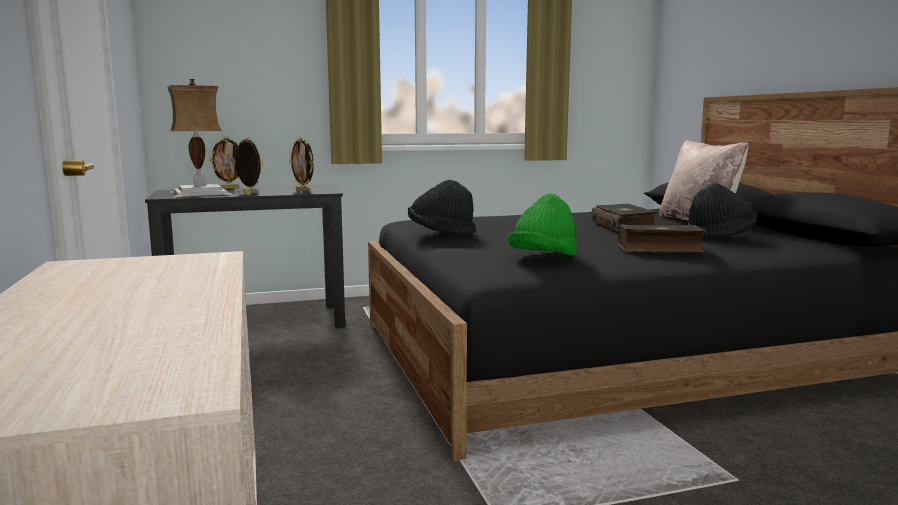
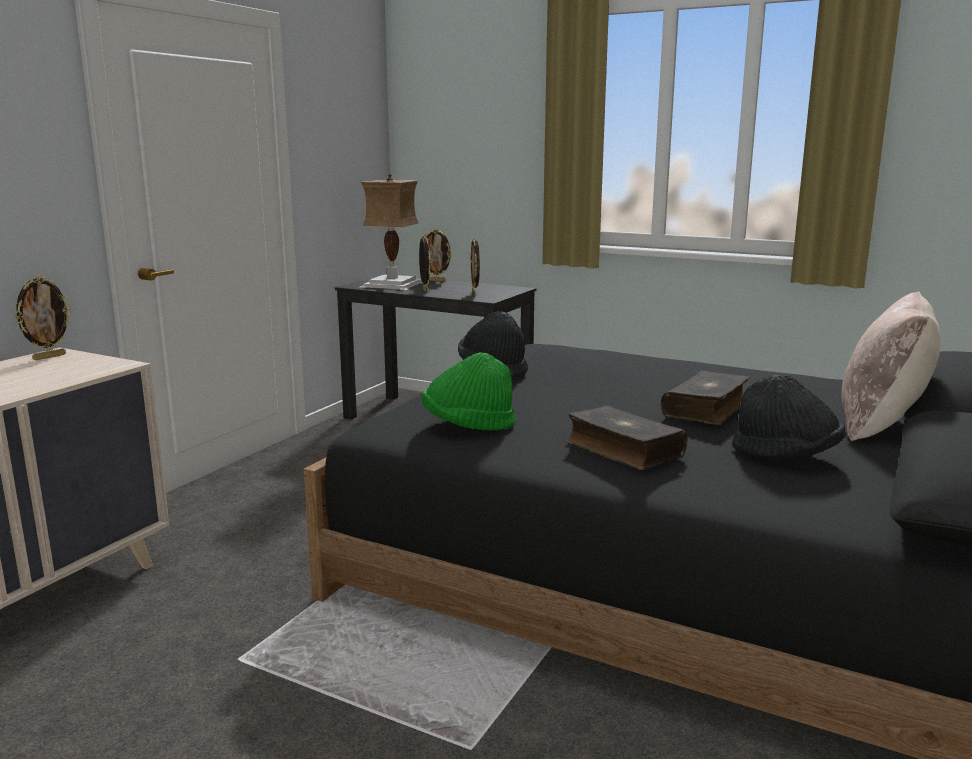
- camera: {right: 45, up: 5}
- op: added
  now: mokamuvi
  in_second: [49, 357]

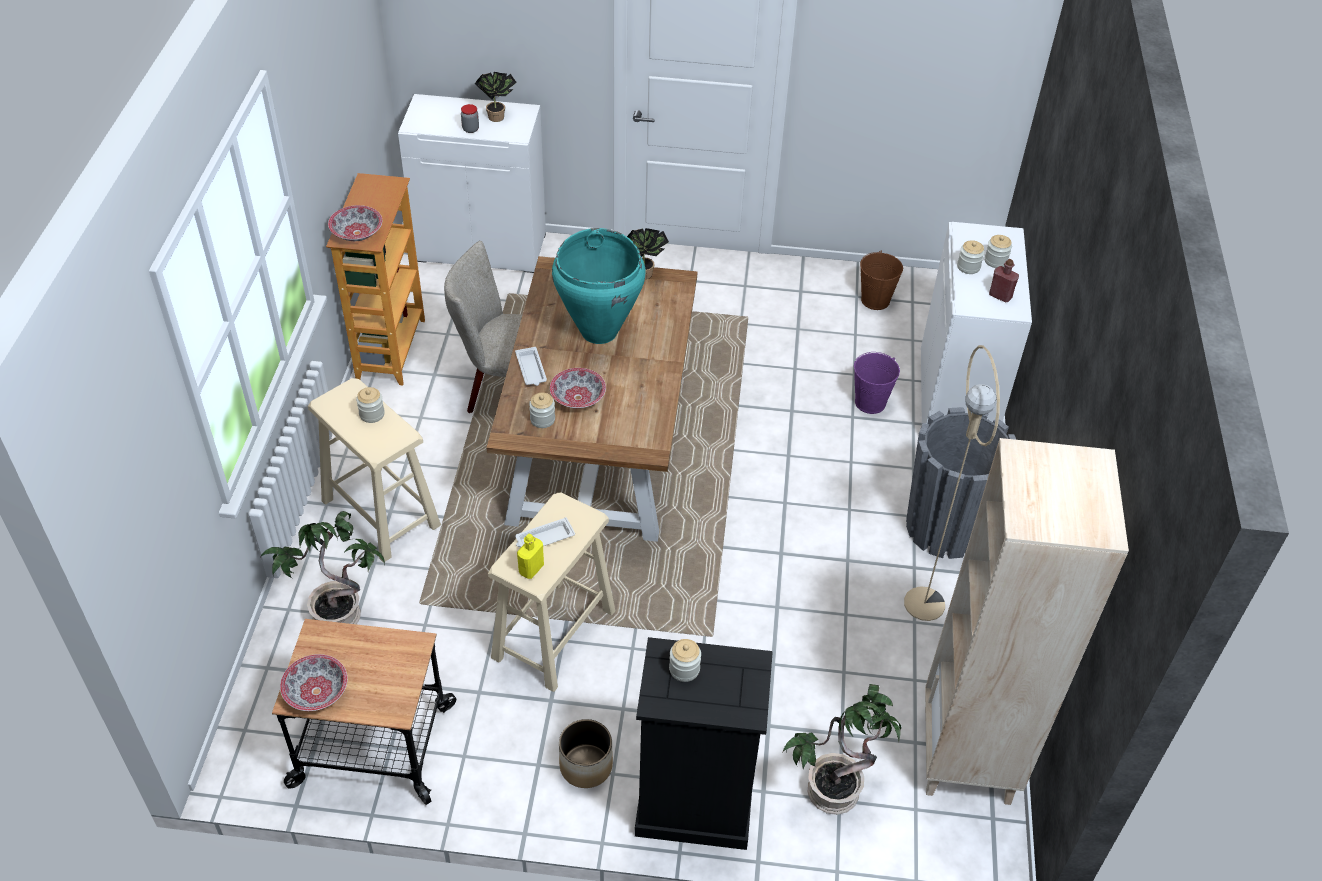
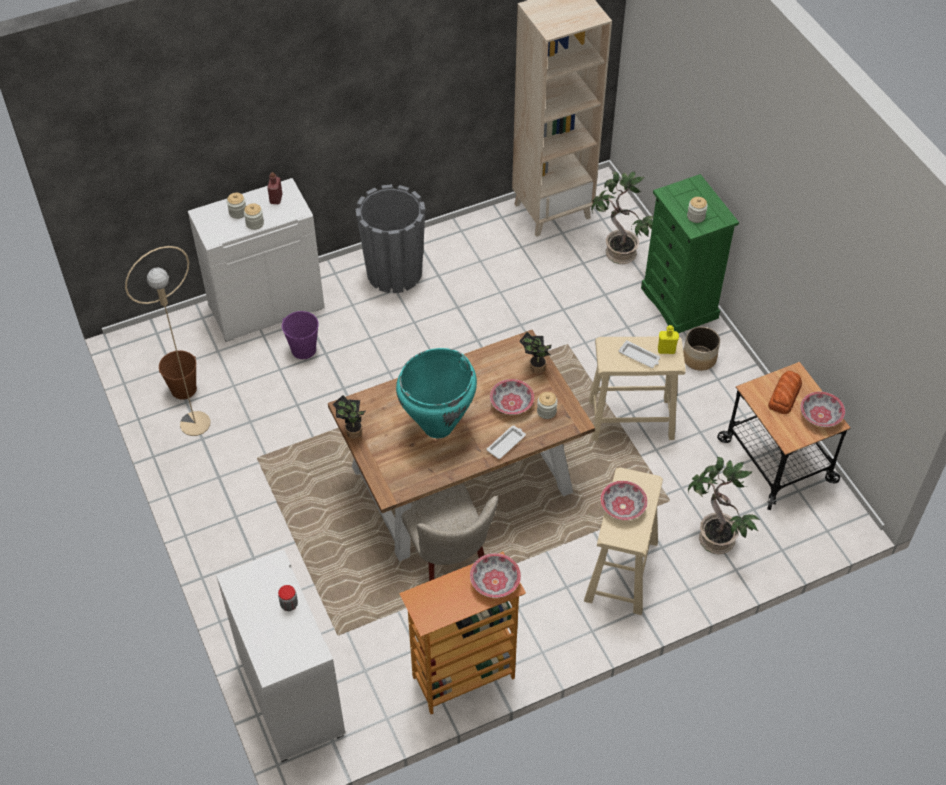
- camera: {right: -120, up: 5}
- op: replaced
  was: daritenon
  now: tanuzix
  in_first: [372, 414]
  in_second: [622, 507]
- op: moved
  was: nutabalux
  in_first: [498, 116]
  in_second: [535, 367]
- op: recoloured
  was: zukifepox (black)
  now: zukifepox (green)
  in_first: [693, 805]
  in_second: [679, 303]
- op: moved
  was: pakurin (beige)
  in_first: [924, 604]
  in_second: [195, 423]
- op: added
  now: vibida
  in_second: [785, 395]

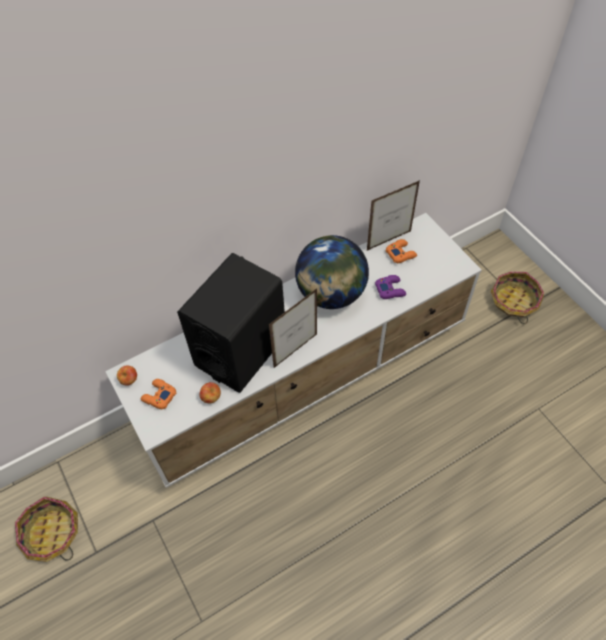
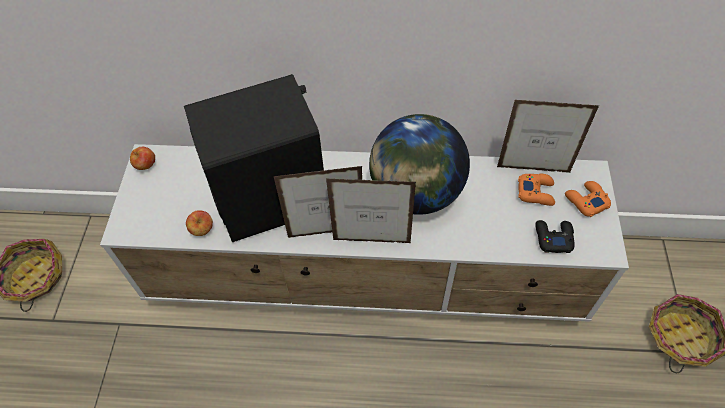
- camera: {right: 35, up: 0}
- op: moved
  was: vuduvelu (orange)
  in_first: [159, 396]
  in_second: [586, 201]
- op: removed
  was: vuduvelu (purple)
  in_first: [390, 289]
- op: added
  now: mokamuvi
  in_second: [372, 241]
- op: added
  now: vuduvelu (black)
  in_second: [553, 238]

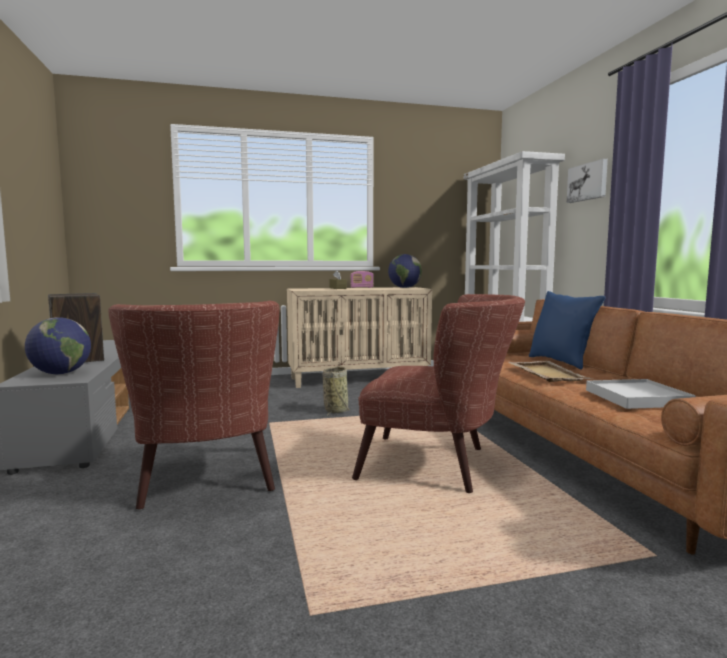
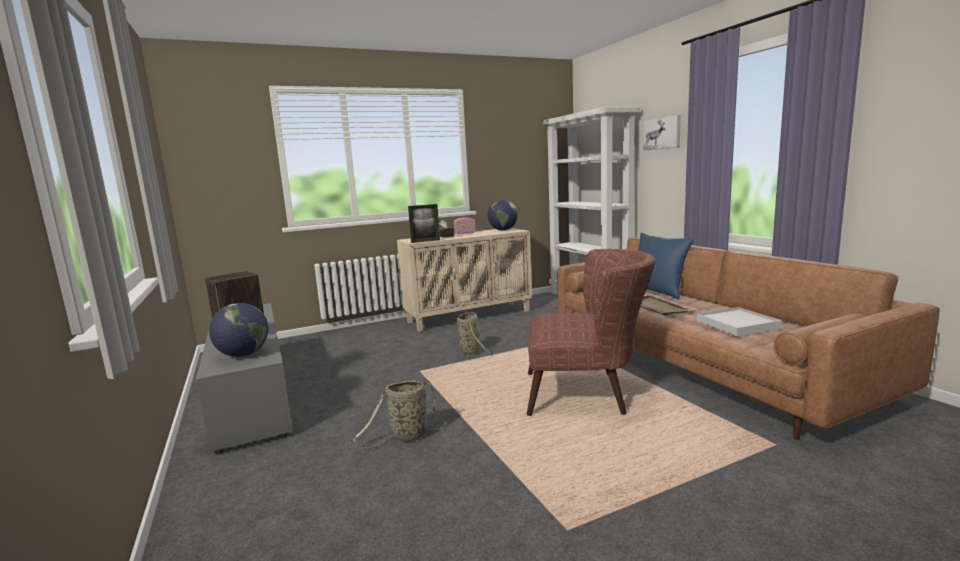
- camera: {right: -10, up: 5}
- op: replaced
  was: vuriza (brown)
  now: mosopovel
  in_first: [206, 483]
  in_second: [407, 436]
- op: added
  now: mokamuvi
  in_second: [425, 241]

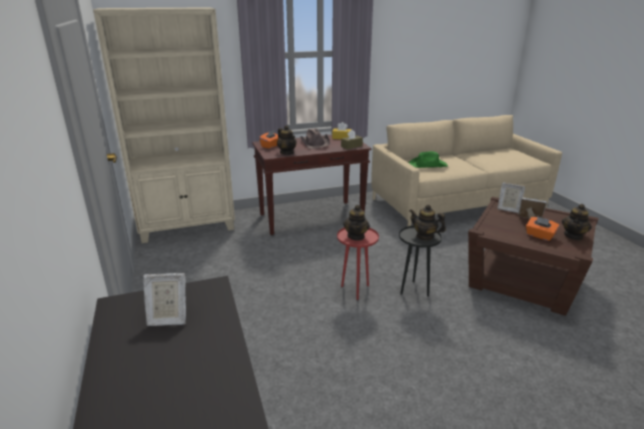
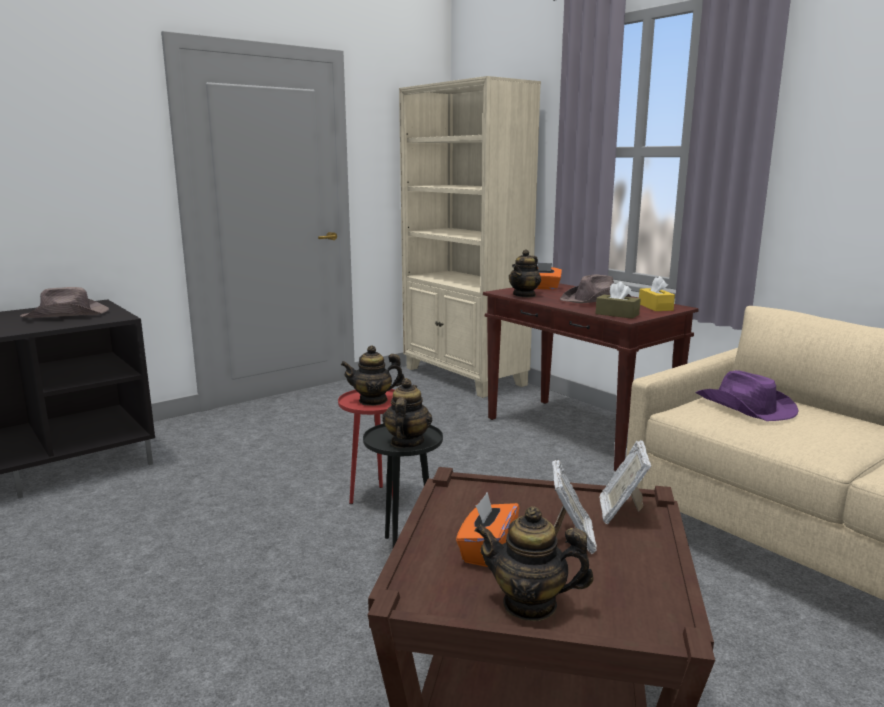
- camera: {right: 70, up: -10}
- op: replaced
  was: mokamuvi
  now: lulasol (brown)
  in_first: [168, 318]
  in_second: [67, 315]
- op: recoloured
  was: lulasol (green)
  now: lulasol (purple)
  in_first: [427, 165]
  in_second: [745, 407]

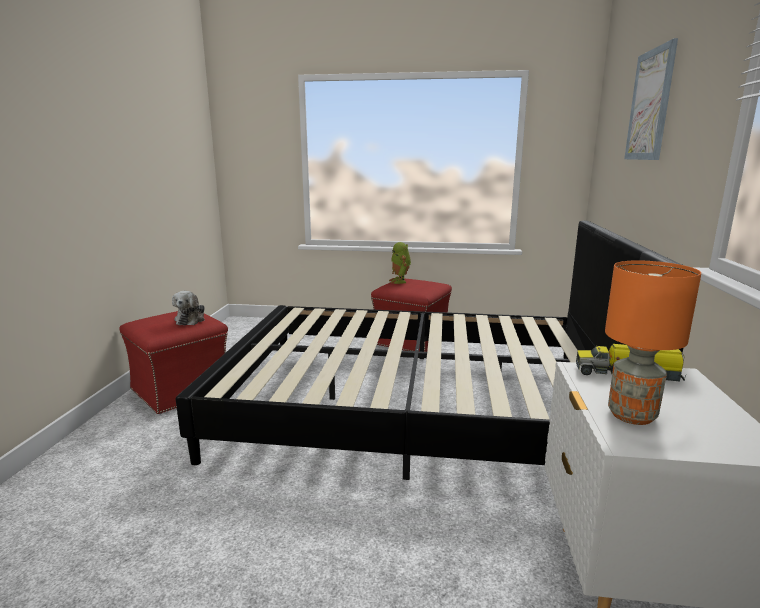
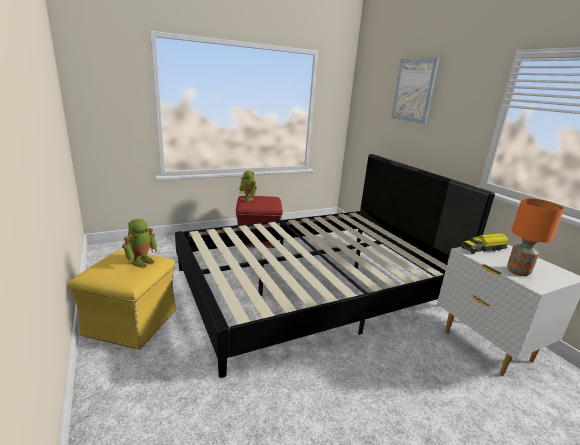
- camera: {right: -35, up: 5}
- op: recoloured
  was: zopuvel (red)
  now: zopuvel (yellow)
  in_first: [182, 389]
  in_second: [132, 321]
- op: replaced
  was: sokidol
  now: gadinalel
  in_first: [191, 319]
  in_second: [141, 261]

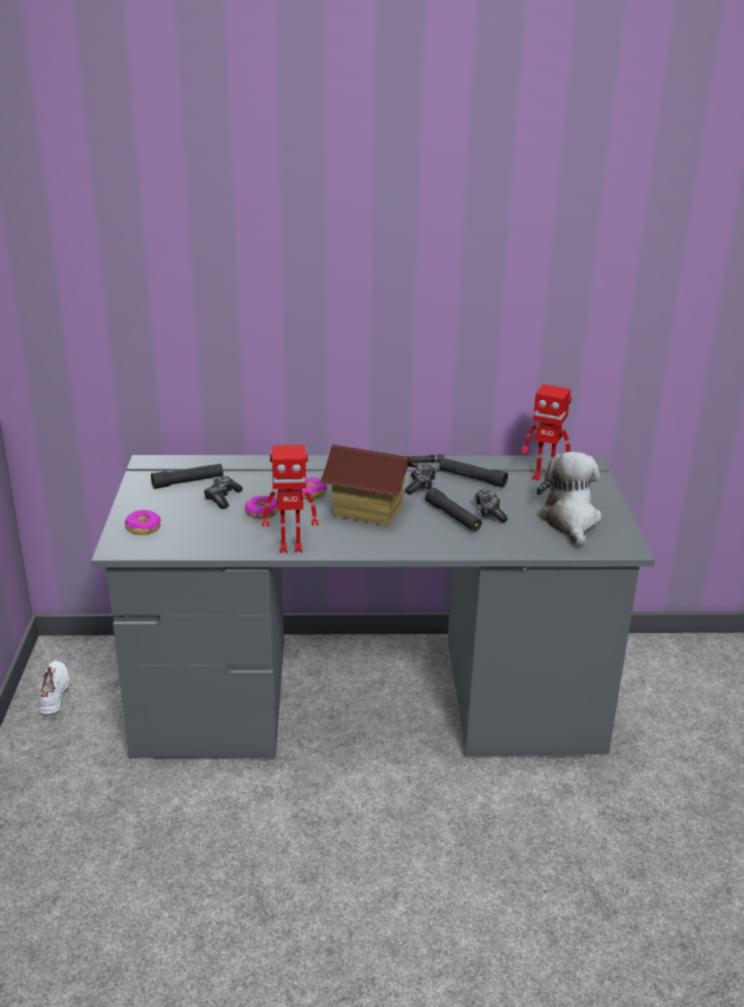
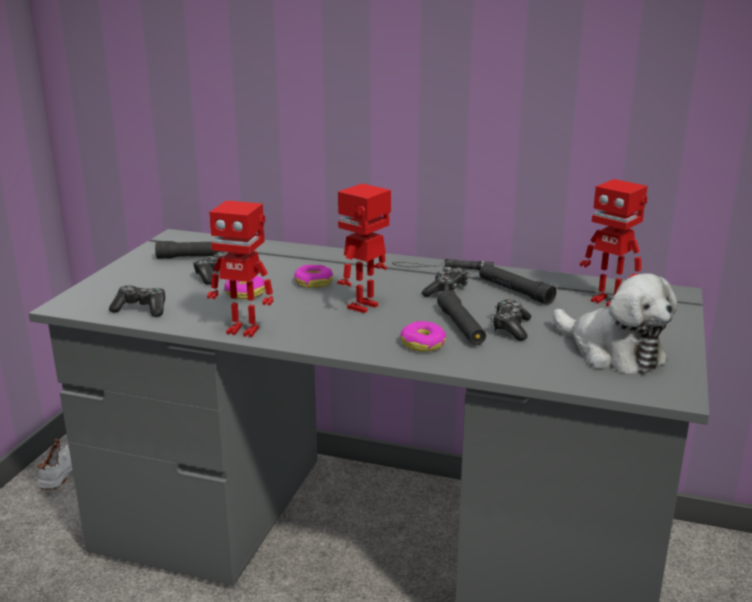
- camera: {right: 20, up: -5}
- op: moved
  was: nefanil
  in_first: [143, 528]
  in_second: [423, 344]
- op: replaced
  was: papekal
  now: gadinalel
  in_first: [368, 510]
  in_second: [364, 307]
- op: turned
  was: sokidol
  in_first: [570, 521]
  in_second: [612, 352]
  clockwise: 120
- op: added
  now: vuduvelu
  in_second: [141, 309]

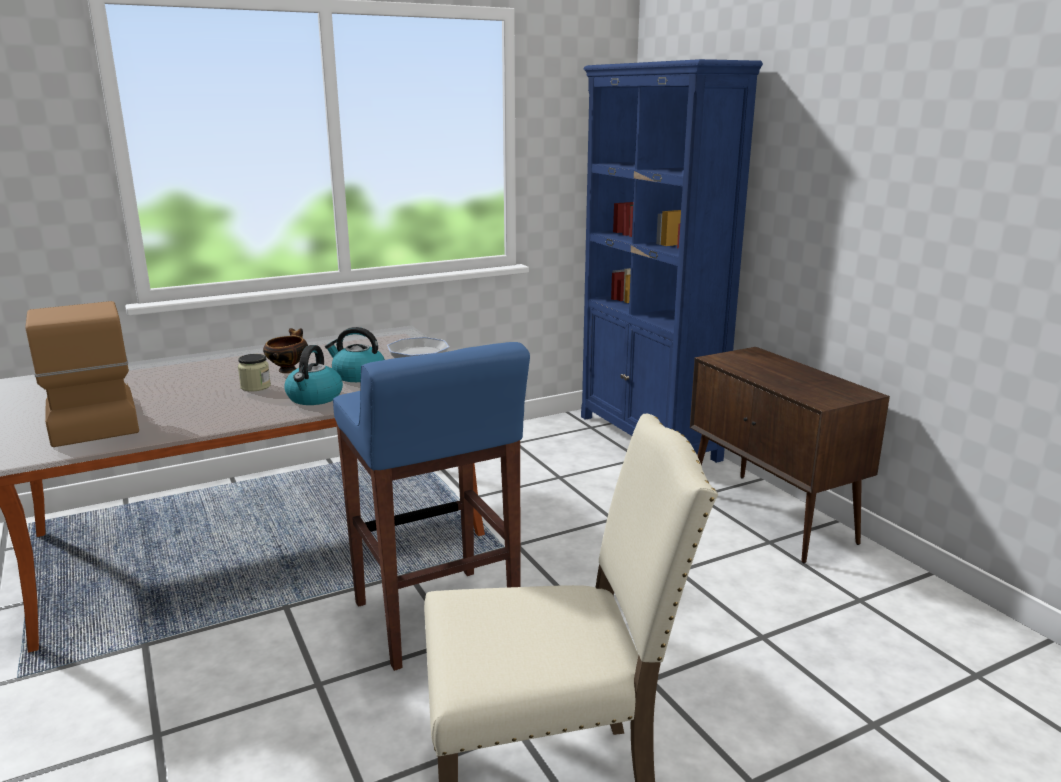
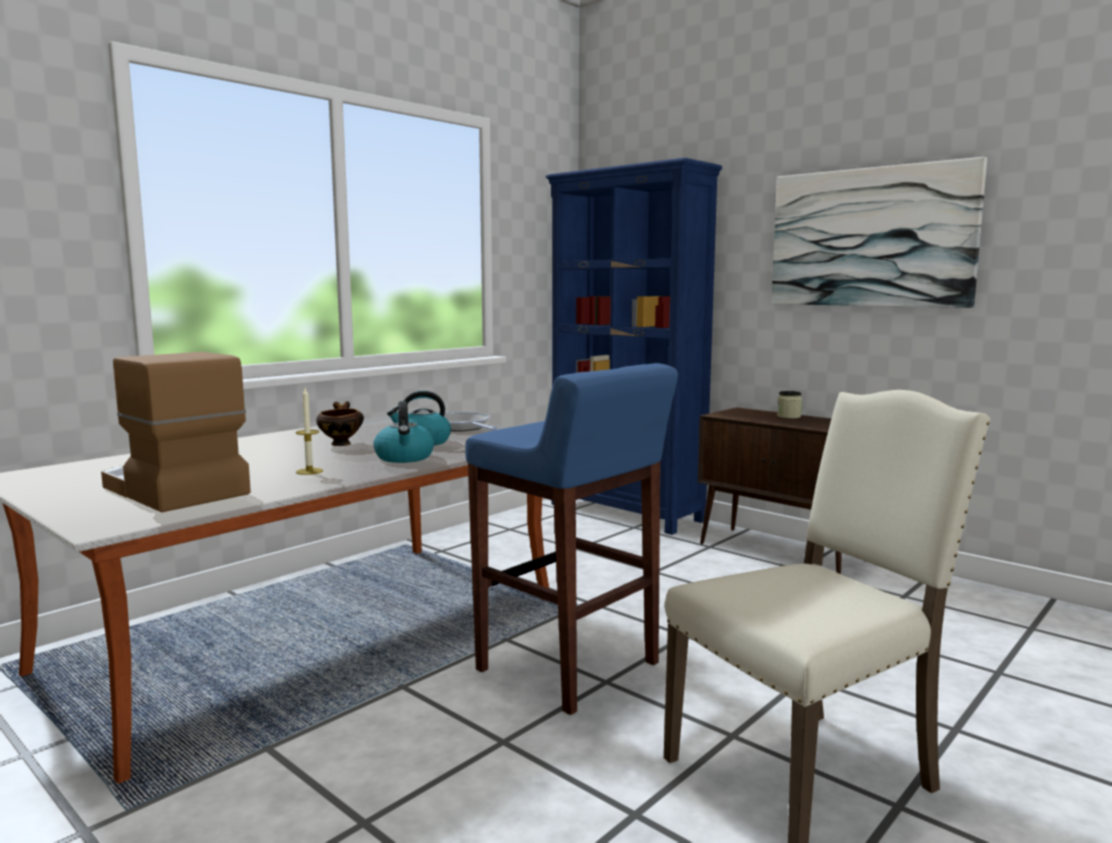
- camera: {right: -20, up: -10}
- op: moved
  was: daritenon
  in_first: [255, 387]
  in_second: [788, 416]
- op: added
  now: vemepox
  in_second: [309, 471]
- op: added
  now: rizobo
  in_second: [870, 237]

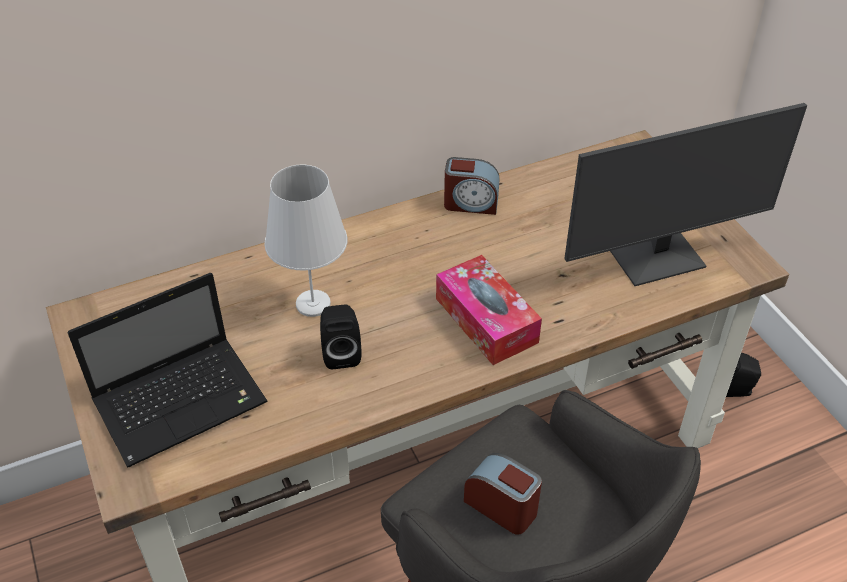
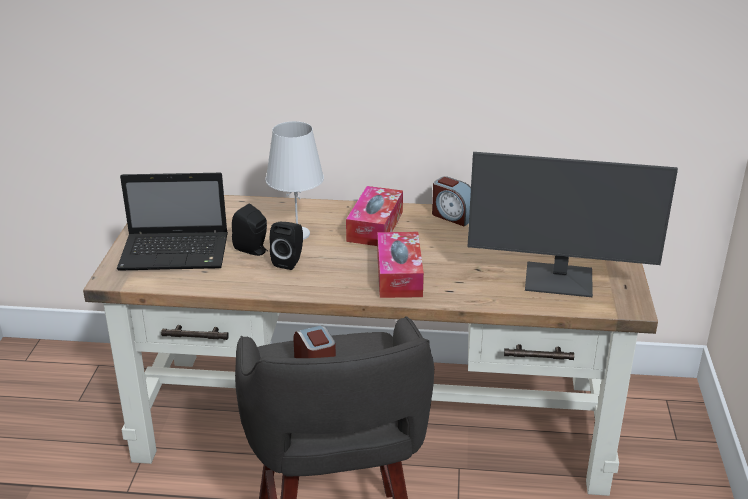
- camera: {right: 30, up: -15}
- op: moved
  was: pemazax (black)
  in_first: [738, 390]
  in_second: [253, 250]
- op: added
  now: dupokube
  in_second: [375, 226]

